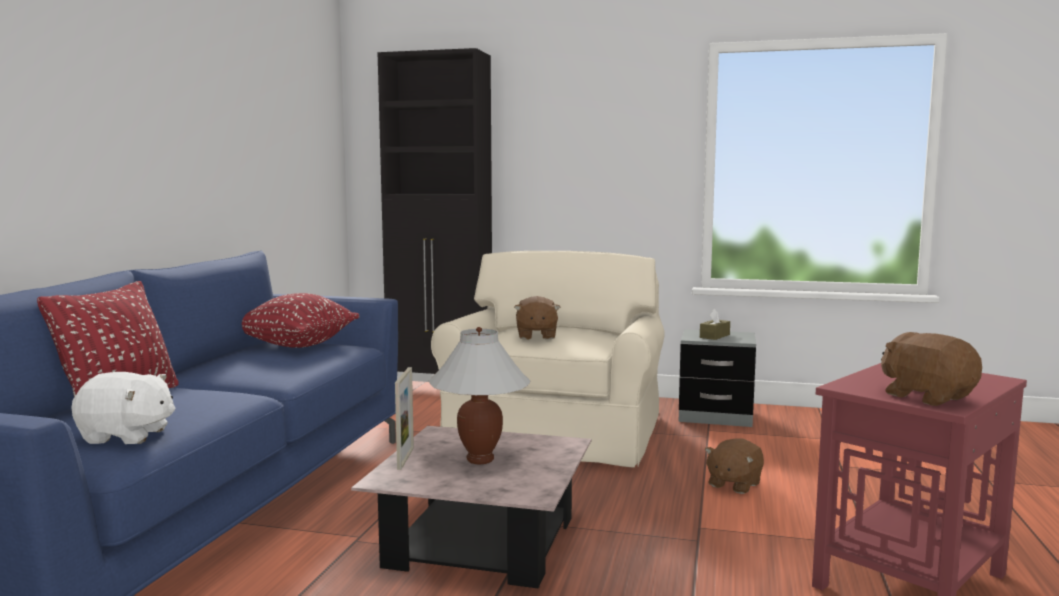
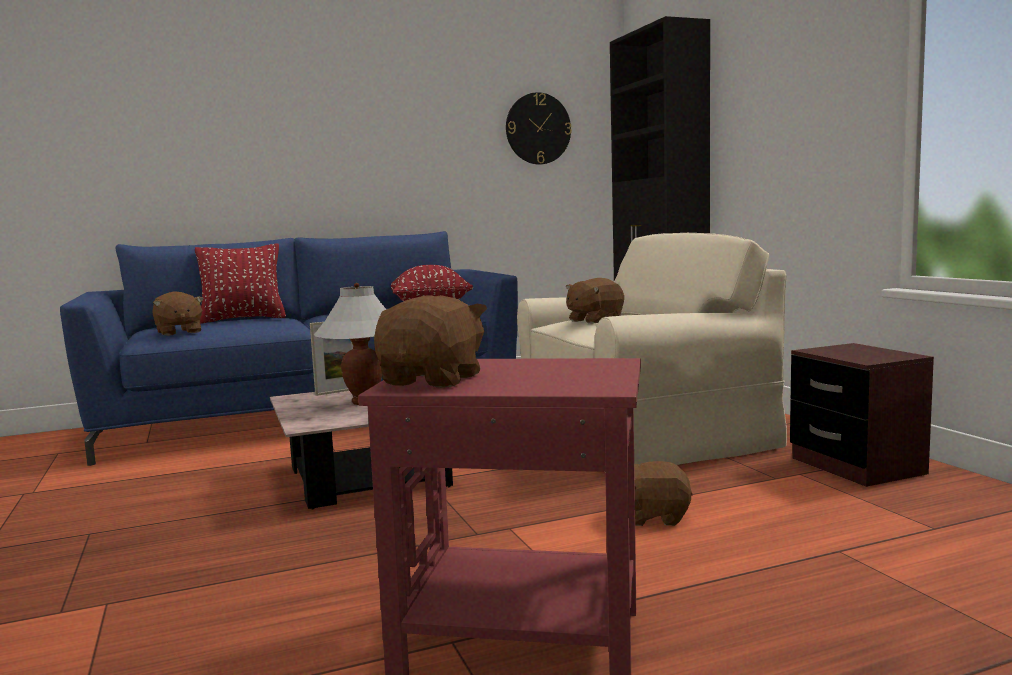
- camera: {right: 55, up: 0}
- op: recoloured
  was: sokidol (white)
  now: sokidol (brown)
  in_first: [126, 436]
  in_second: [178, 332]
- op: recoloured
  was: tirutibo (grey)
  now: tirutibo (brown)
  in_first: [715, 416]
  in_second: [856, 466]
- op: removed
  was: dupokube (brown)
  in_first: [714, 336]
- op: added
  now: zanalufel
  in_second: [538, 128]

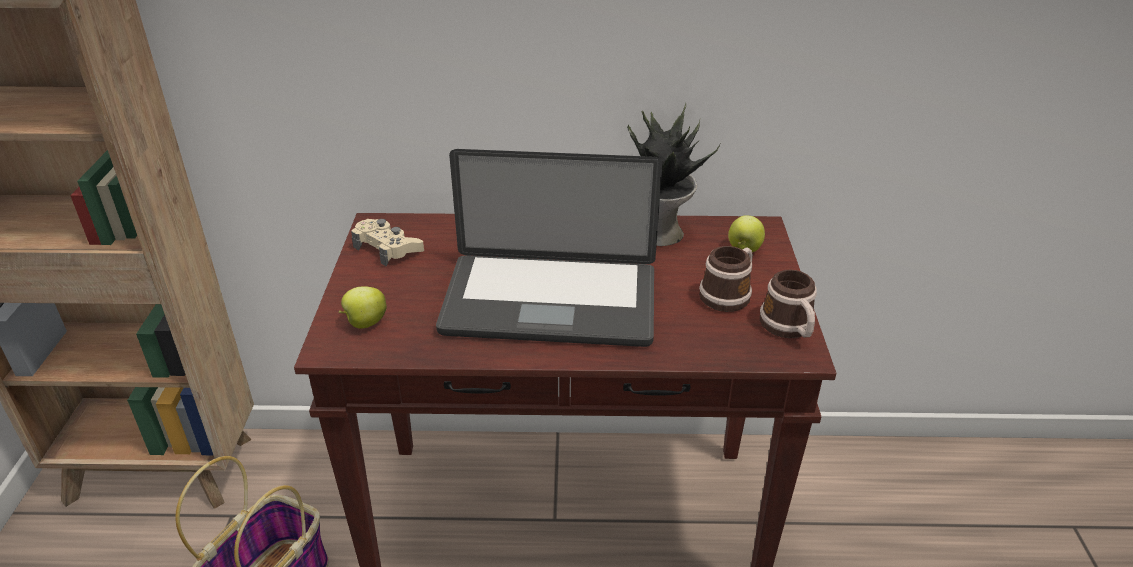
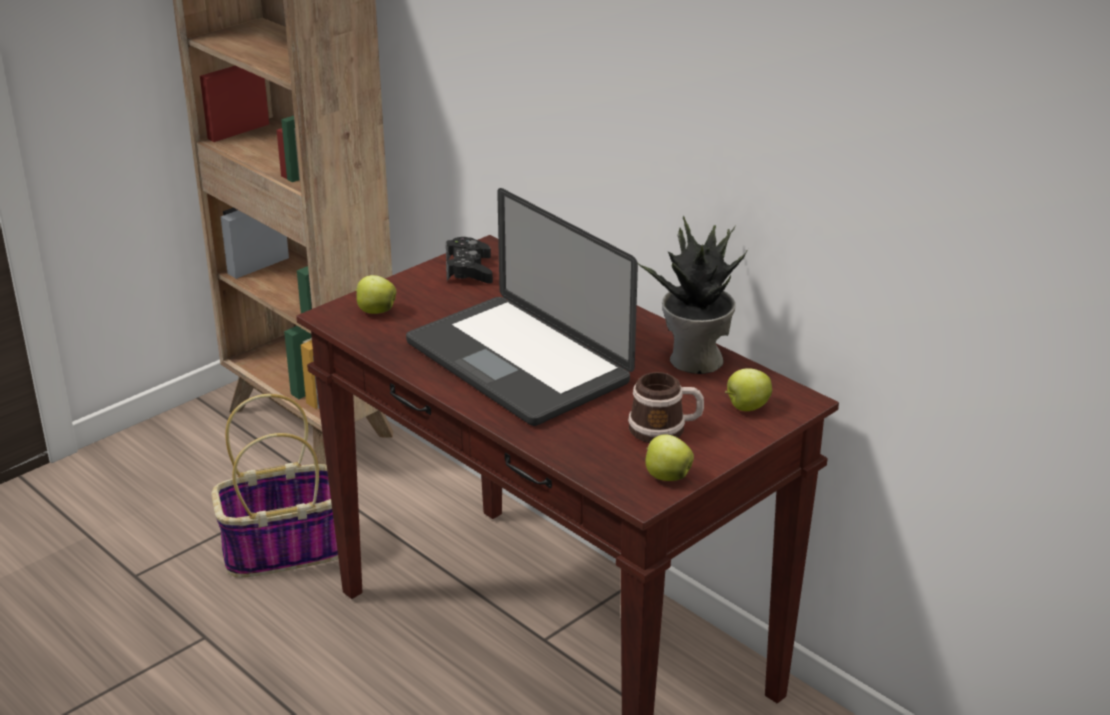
- camera: {right: 45, up: -5}
- op: recoloured
  was: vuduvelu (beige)
  now: vuduvelu (black)
  in_first: [388, 248]
  in_second: [469, 270]
- op: replaced
  was: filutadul
  now: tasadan
  in_first: [789, 328]
  in_second: [666, 476]

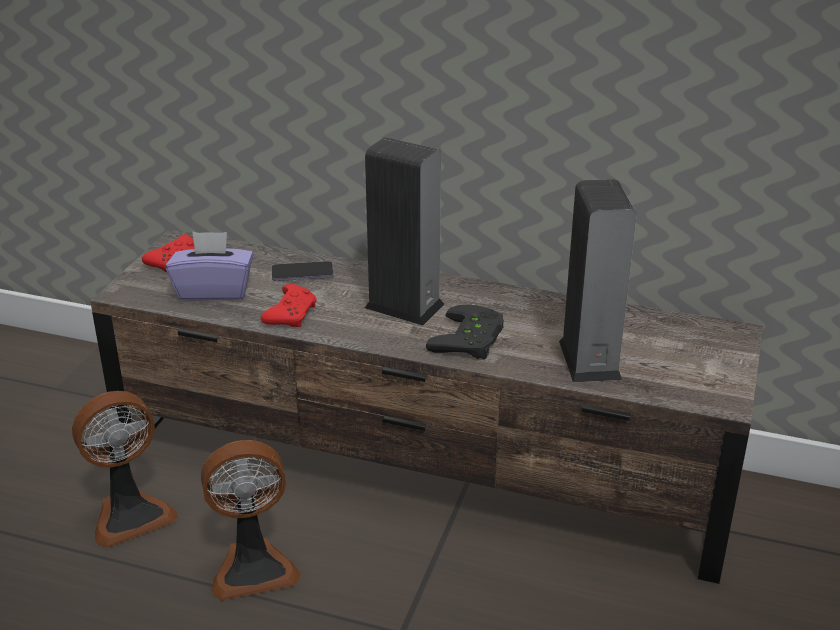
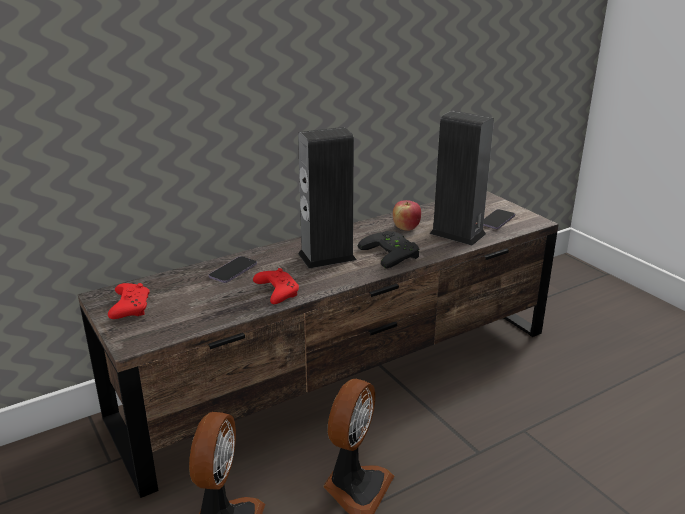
- camera: {right: -50, up: -5}
- op: removed
  was: dupokube (purple)
  in_first: [214, 290]
- op: added
  now: tasadan
  in_second: [406, 228]
- op: added
  now: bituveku
  in_second: [497, 220]

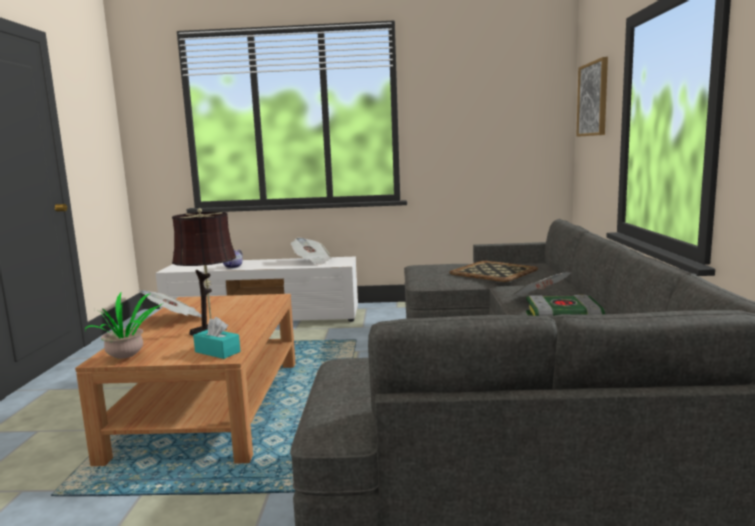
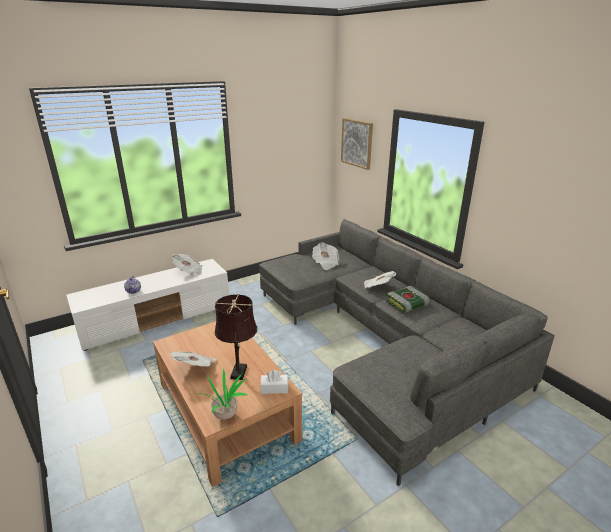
- camera: {right: -35, up: 15}
- op: recoloured
  was: dupokube (turquoise)
  now: dupokube (white)
  in_first: [217, 352]
  in_second: [274, 388]
- op: replaced
  was: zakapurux
  now: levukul
  in_first: [494, 272]
  in_second: [325, 263]

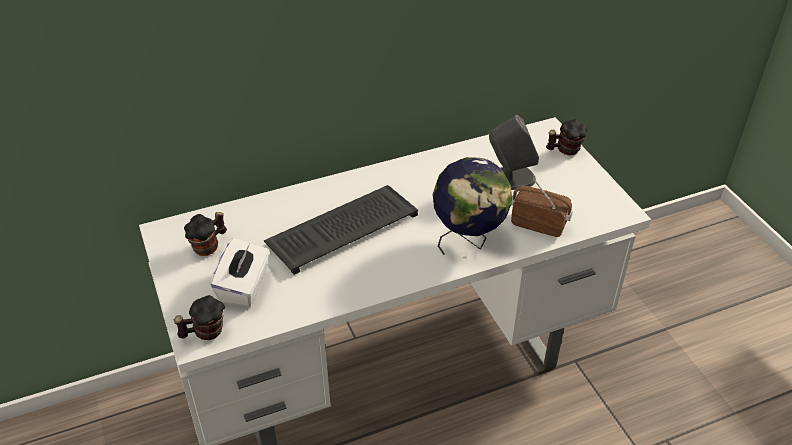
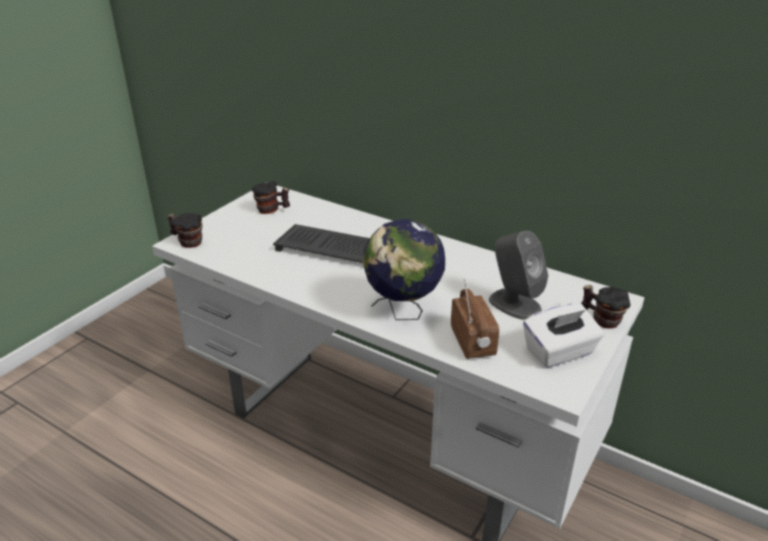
- camera: {right: 55, up: -10}
- op: moved
  was: dupokube (white)
  in_first: [244, 287]
  in_second: [559, 352]

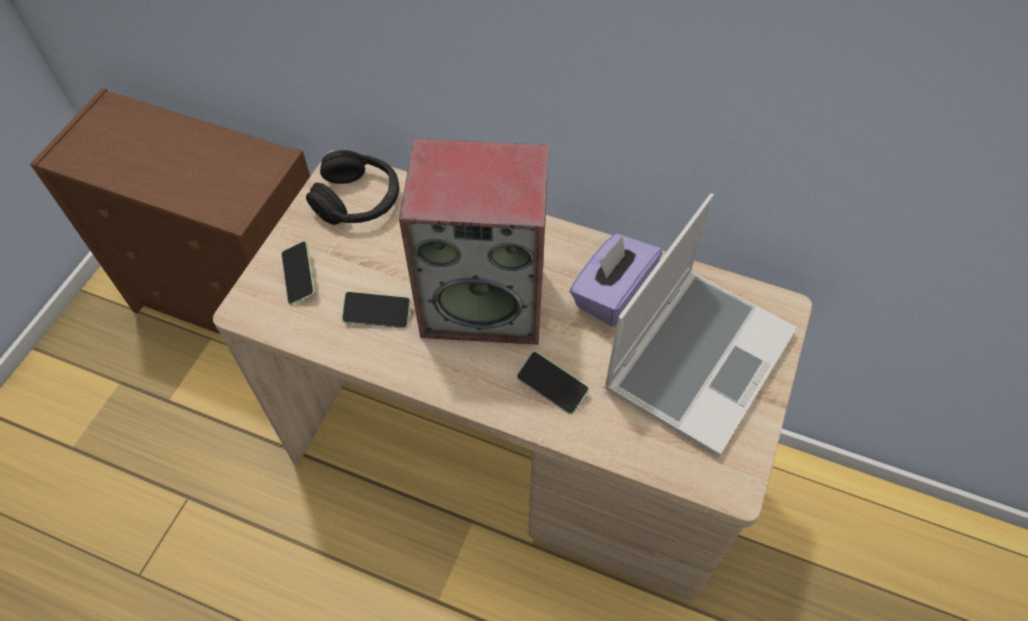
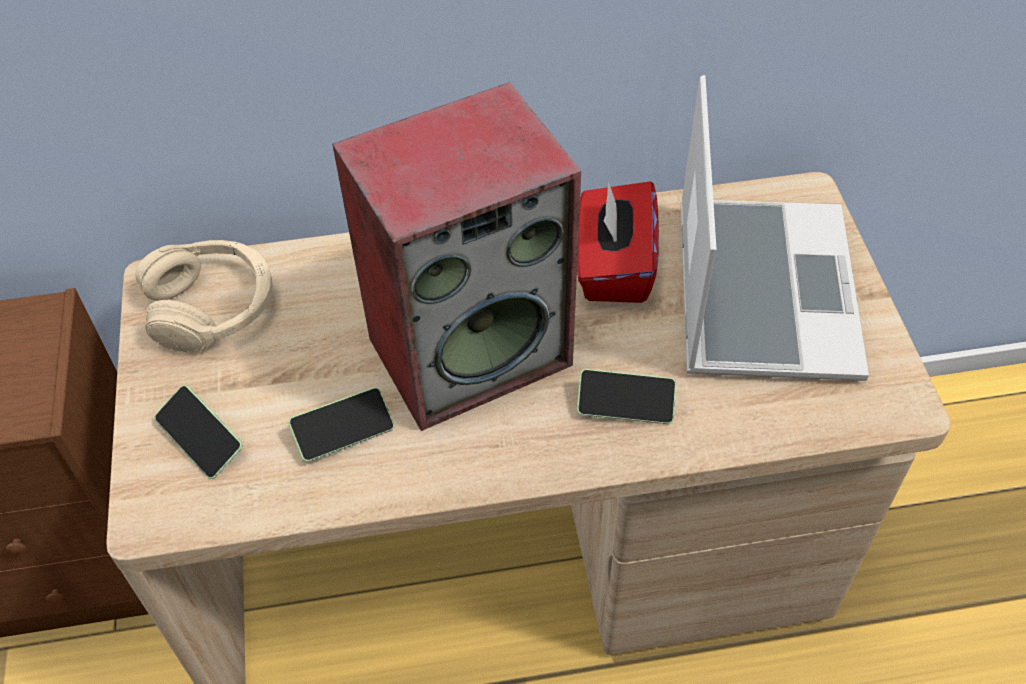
- camera: {right: -30, up: -5}
- op: recoloured
  was: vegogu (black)
  now: vegogu (beige)
  in_first: [358, 200]
  in_second: [213, 307]
- op: recoloured
  was: dupokube (purple)
  now: dupokube (red)
  in_first: [611, 293]
  in_second: [613, 267]

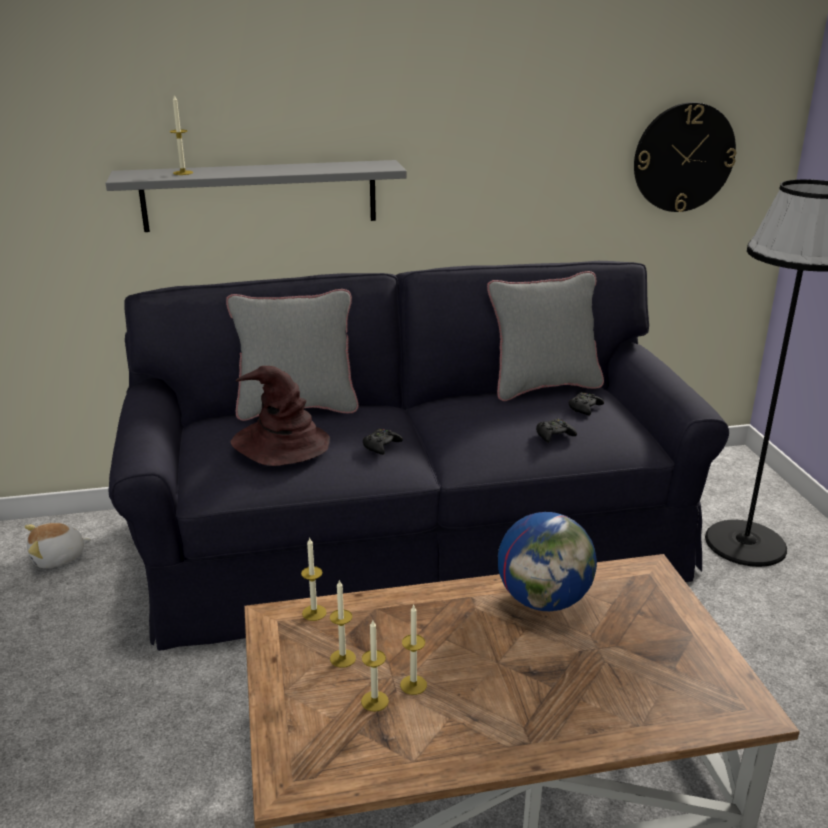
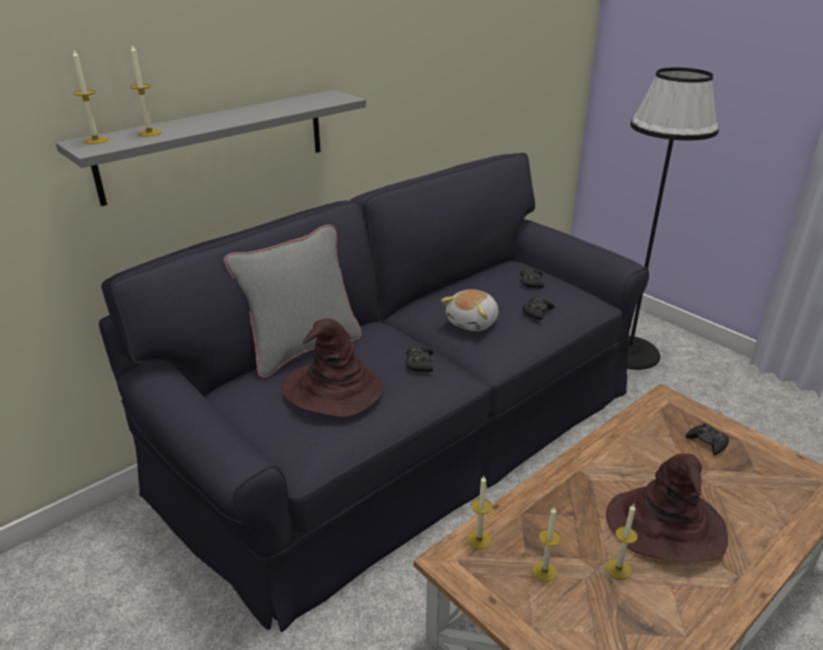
- camera: {right: -30, up: 5}
- op: moved
  was: sokidol
  in_first: [58, 558]
  in_second: [473, 322]
- op: moved
  was: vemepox
  in_first: [374, 701]
  in_second: [96, 140]
- op: removed
  was: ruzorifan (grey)
  in_first: [543, 386]
- op: removed
  was: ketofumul
  in_first: [544, 600]
- op: removed
  was: zanalufel
  in_first: [683, 157]
- op: added
  now: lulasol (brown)
  in_second: [666, 527]
- op: added
  now: vuduvelu (black)
  in_second: [707, 442]

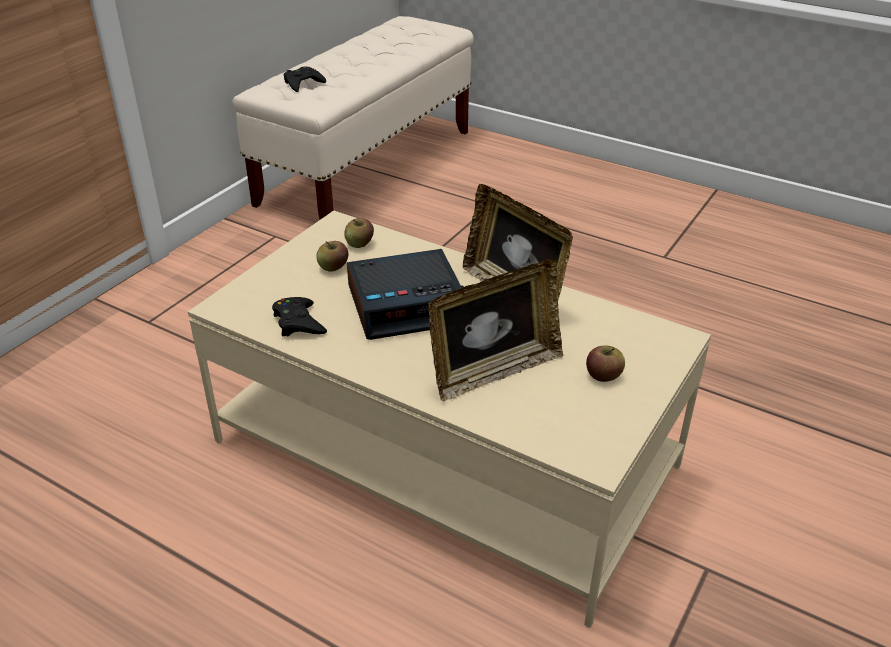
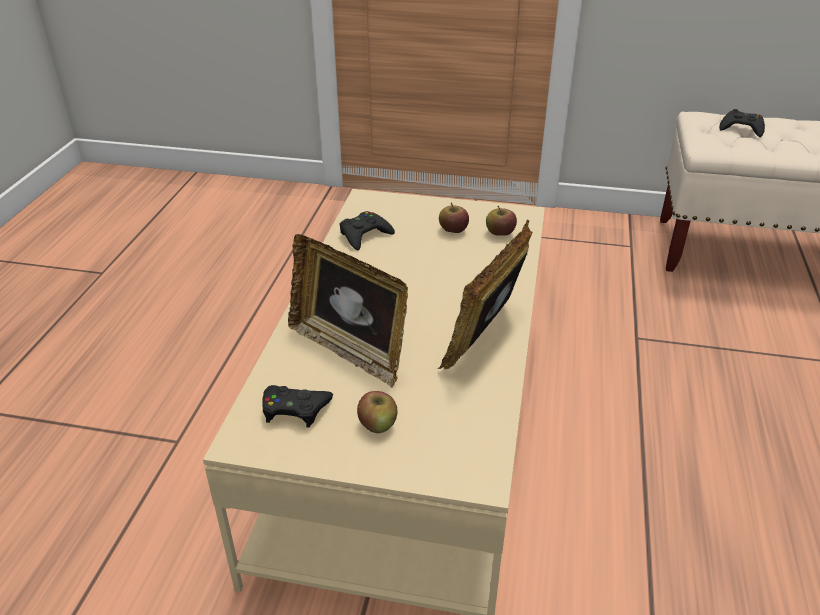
- camera: {right: 70, up: 0}
- op: removed
  was: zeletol
  in_first: [406, 304]
- op: added
  now: vuduvelu (black)
  in_second: [295, 409]

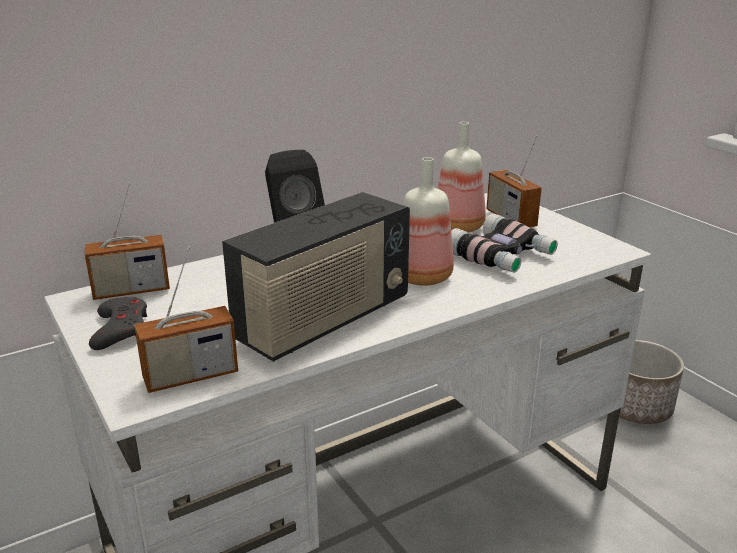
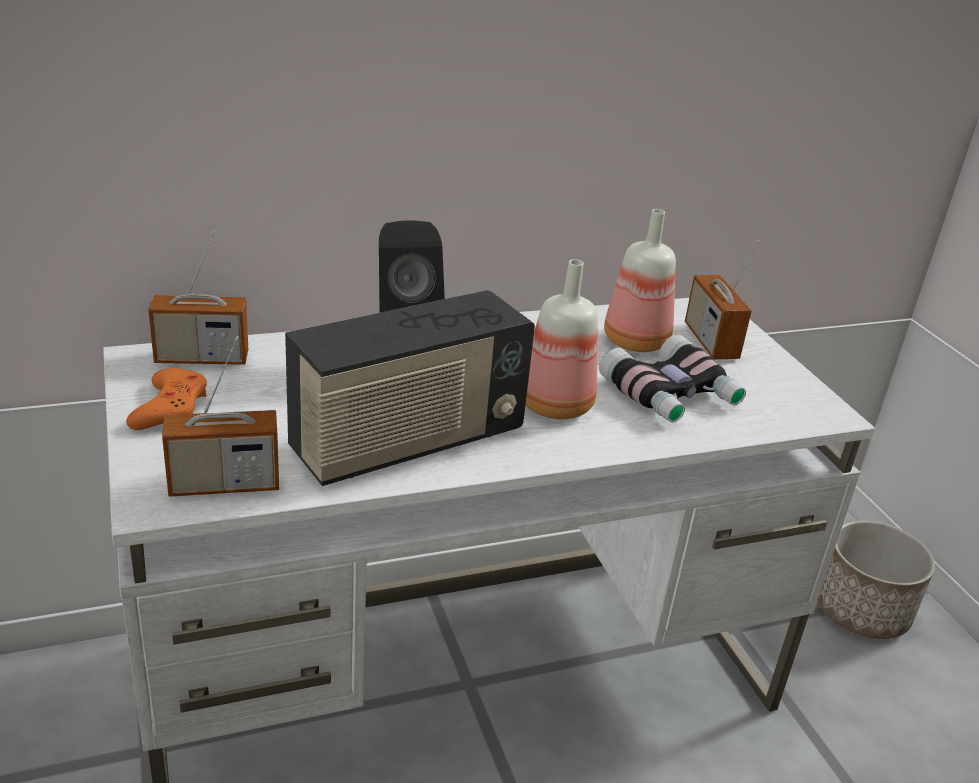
- camera: {right: 10, up: 5}
- op: recoloured
  was: vuduvelu (grey)
  now: vuduvelu (orange)
  in_first: [120, 329]
  in_second: [171, 407]

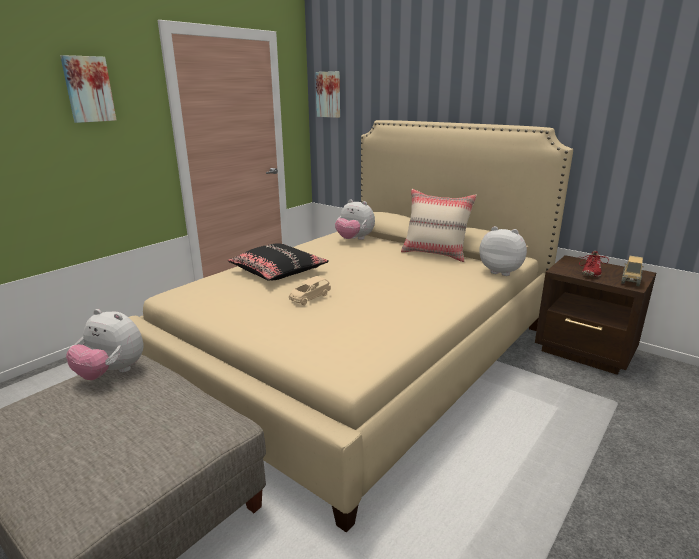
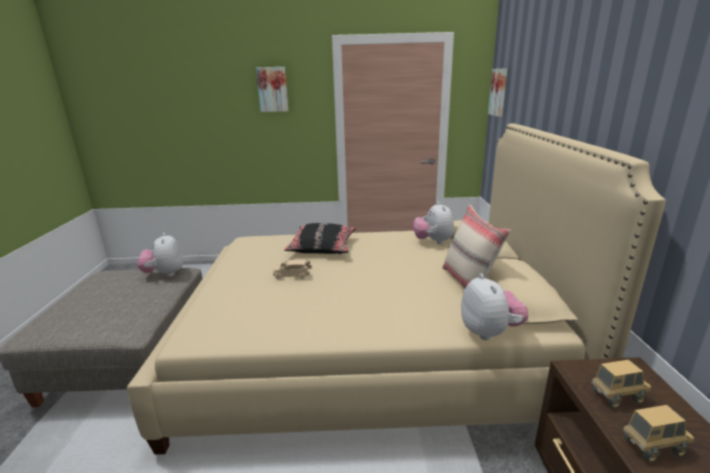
- camera: {right: 50, up: 0}
- op: replaced
  was: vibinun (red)
  now: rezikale
  in_first: [590, 272]
  in_second: [617, 397]

